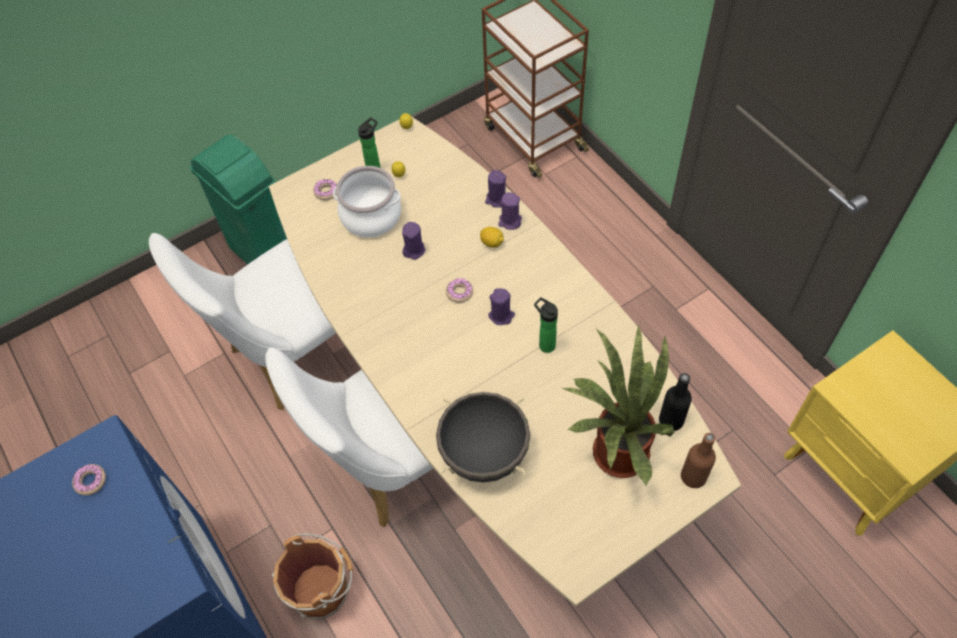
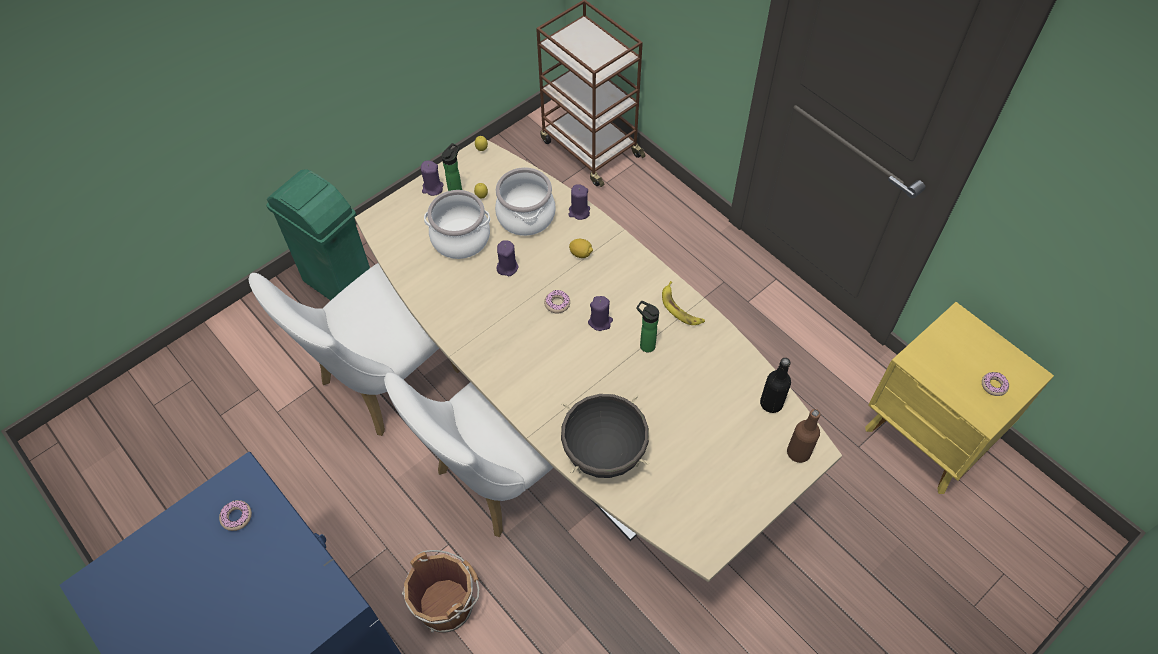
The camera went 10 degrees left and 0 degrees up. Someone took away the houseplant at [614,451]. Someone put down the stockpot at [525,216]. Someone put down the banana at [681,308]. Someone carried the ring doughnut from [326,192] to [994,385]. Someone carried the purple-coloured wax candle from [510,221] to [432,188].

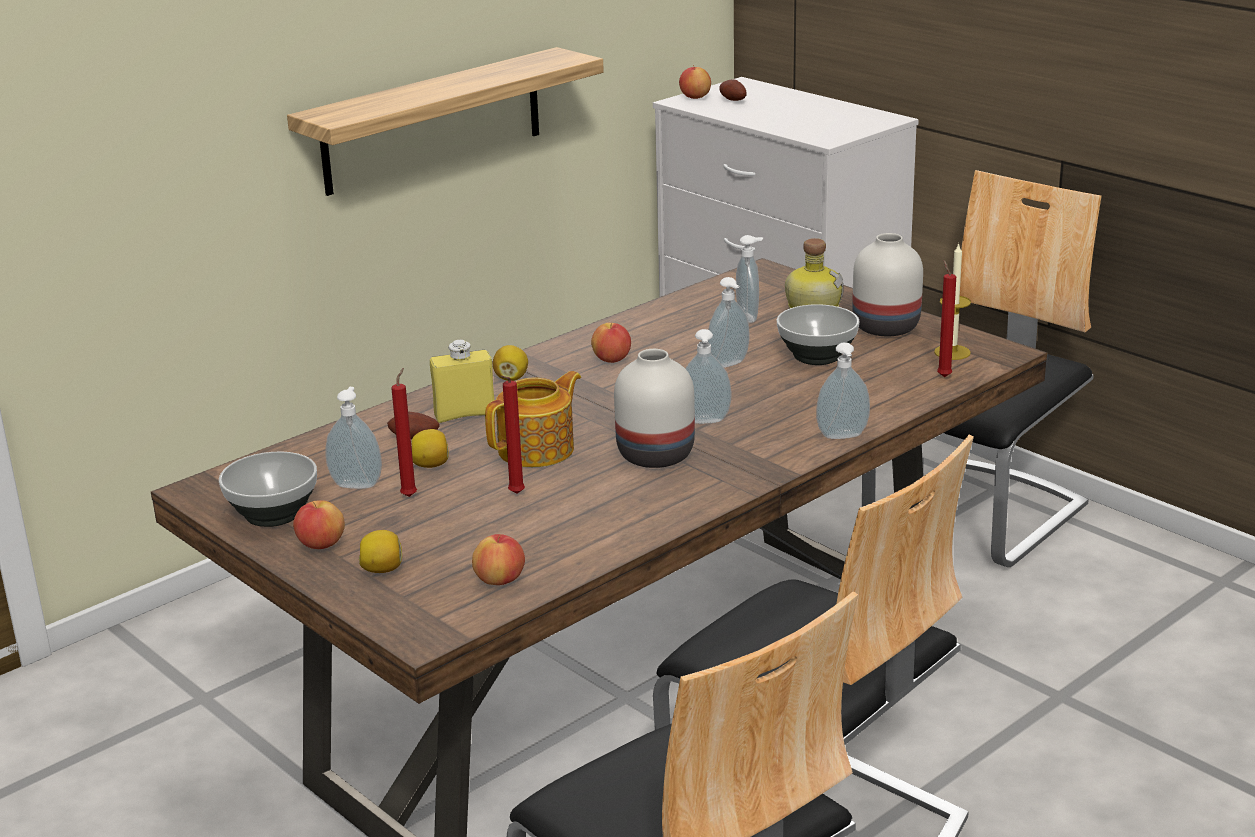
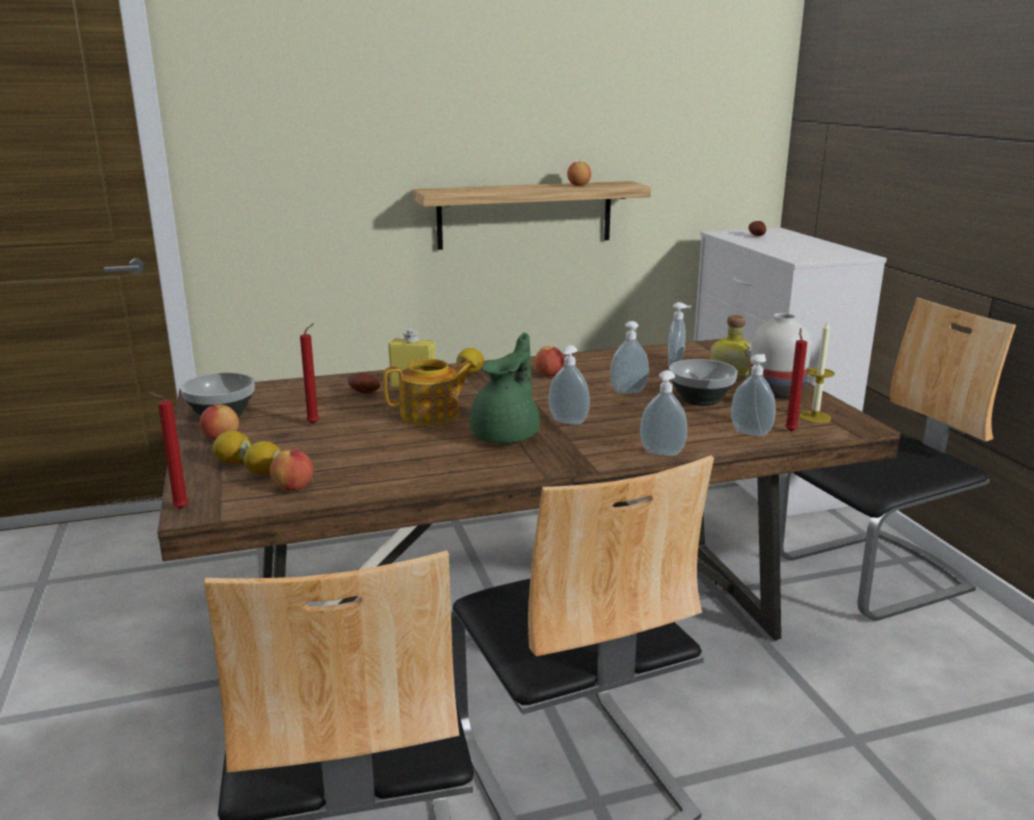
The camera went 25 degrees right and 5 degrees down. Someone carried the soap dispenser from [357,484] to [751,432]. Someone carried the whole lemon from [431,465] to [264,473]. Someone carried the red-coloured wax candle from [515,495] to [178,509]. Someone carried the apple from [695,97] to [578,185]. Someone swapped the white decorative vase at [657,454] for the green tea pot at [507,435].

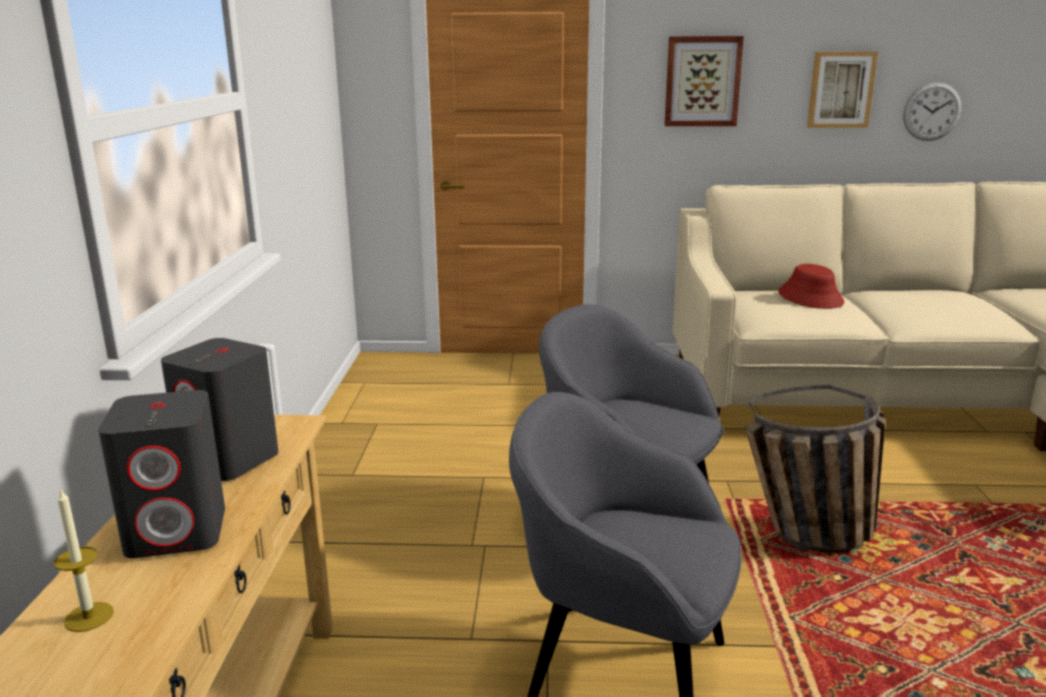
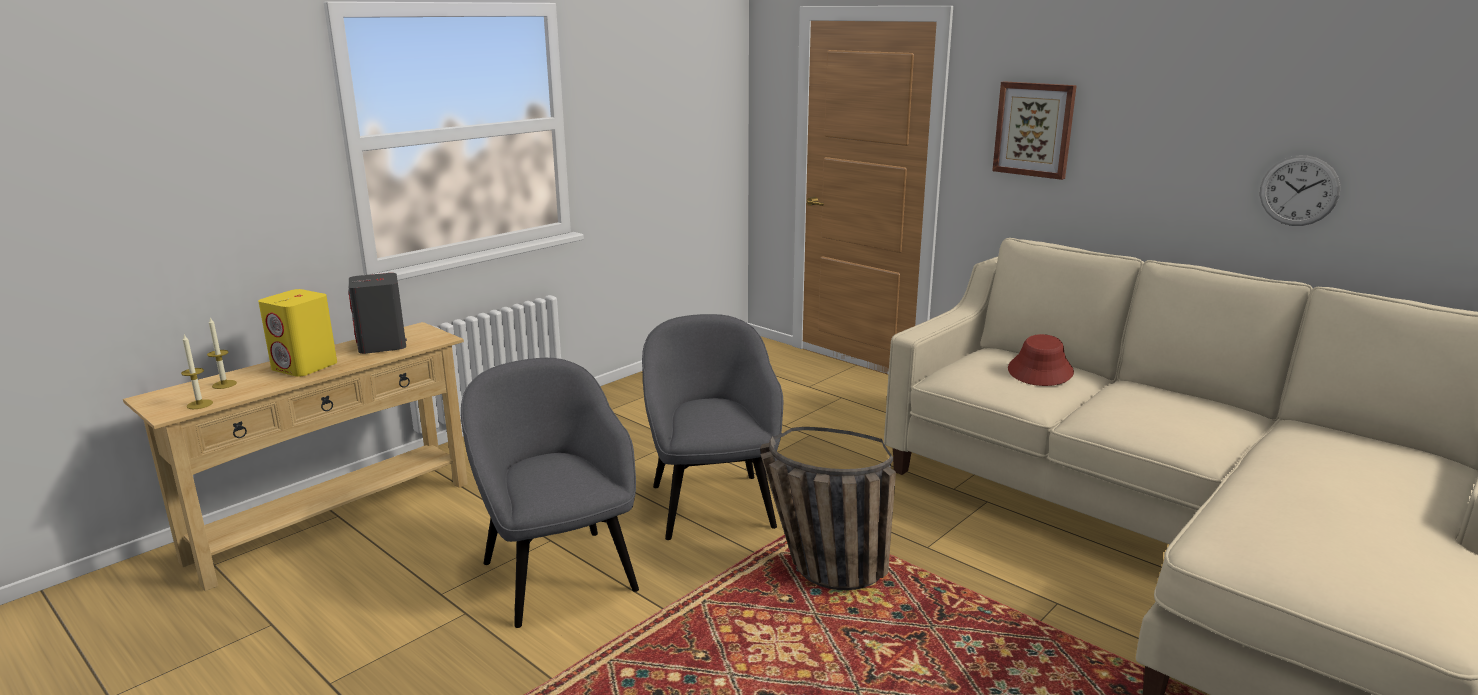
The camera went 40 degrees right and 0 degrees up. Someone took away the picture at [841,90]. Someone put down the wax candle at [199,404]. Someone repainted the gray loudspeaker at [178,531], which became the yellowish loudspeaker at [305,367].

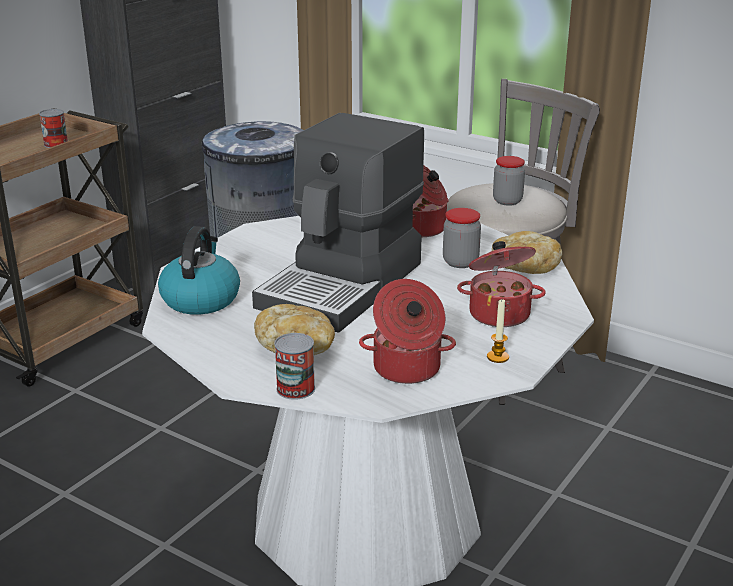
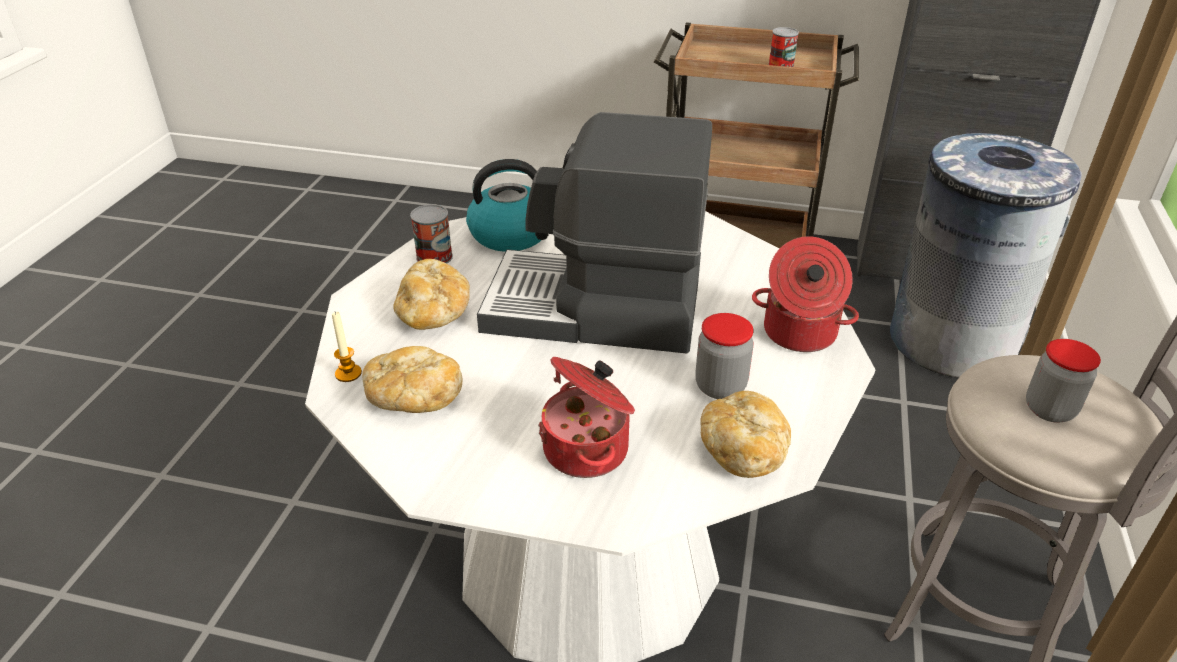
The camera went 70 degrees right and 10 degrees up. Someone carried the can from [295,389] to [434,257]. Someone carried the wax candle from [498,357] to [348,373]. Someone swapped the stockpot at [406,369] for the baked bread at [413,398].

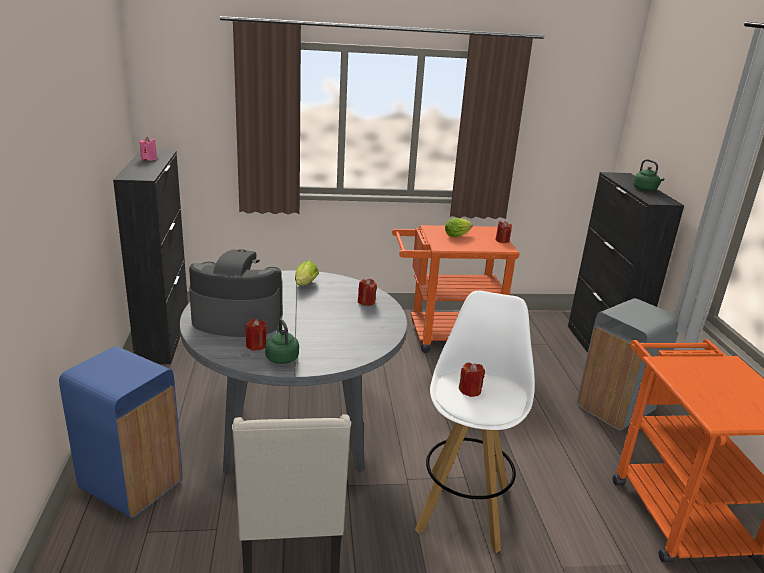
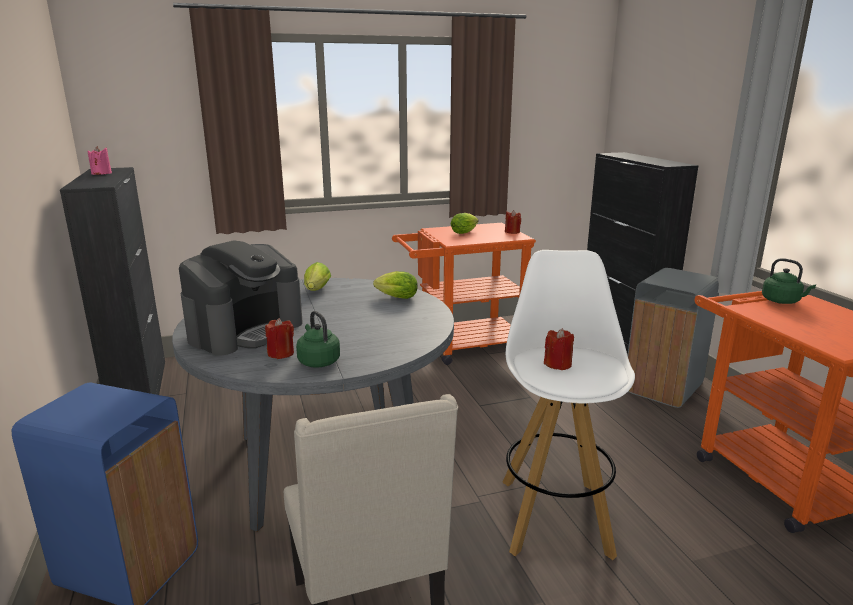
The camera went 10 degrees left and 5 degrees down. Someone carried the green tea kettle from [645,189] to [782,301]. Someone swapped the red-coloured wax candle at [366,301] for the head of lettuce at [395,297]. Someone rotated the coffee maker at [237,319] by 135 degrees clockwise.

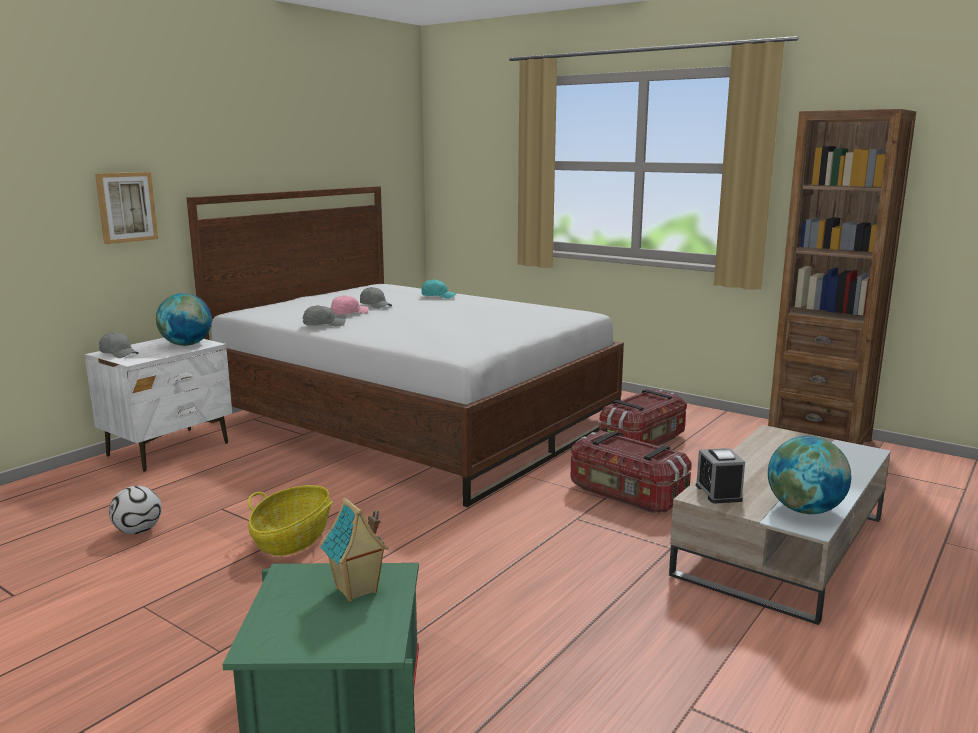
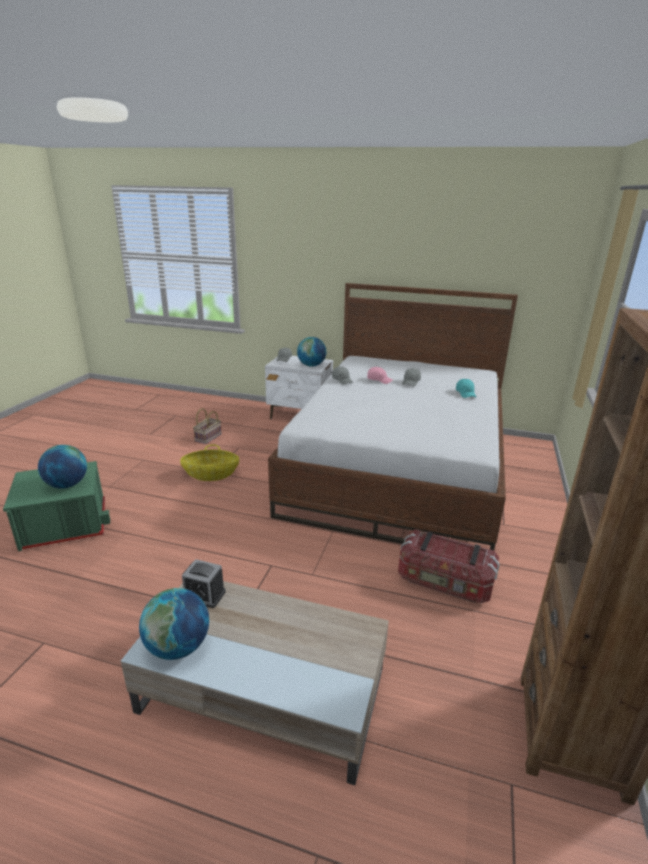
The camera went 70 degrees right and 10 degrees up. Someone took away the picture at [126,207]. Someone took away the storage bin at [626,495]. Someone swapped the football at [138,531] for the household basket at [208,438]. Someone swapped the toy house at [356,591] for the globe at [67,485]. Someone rotated the alarm clock at [718,493] by 135 degrees counterclockwise.

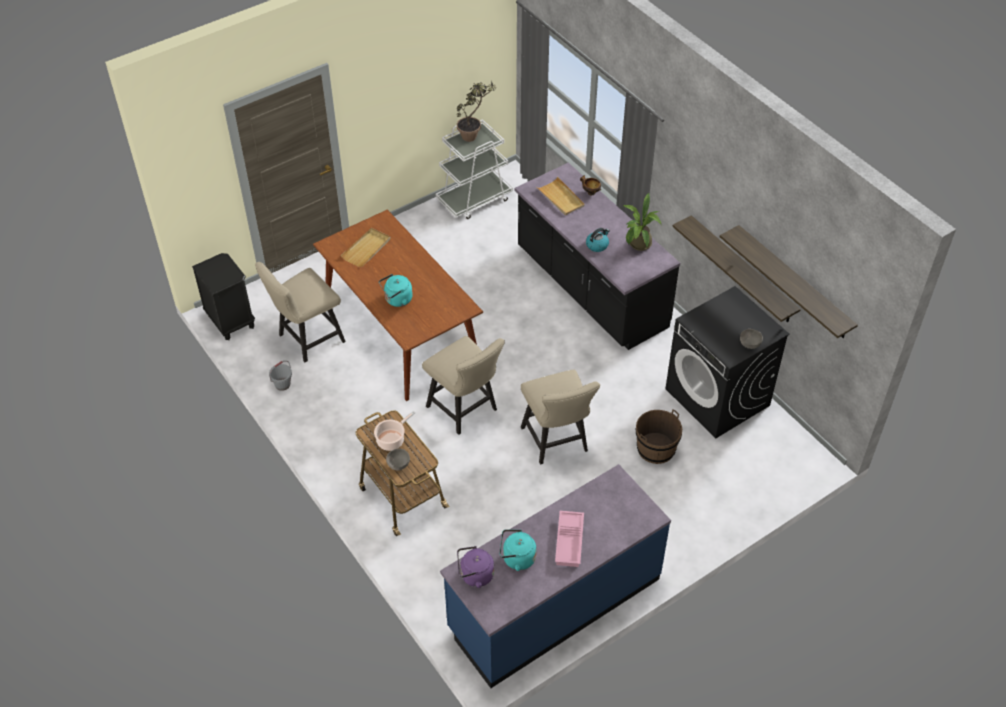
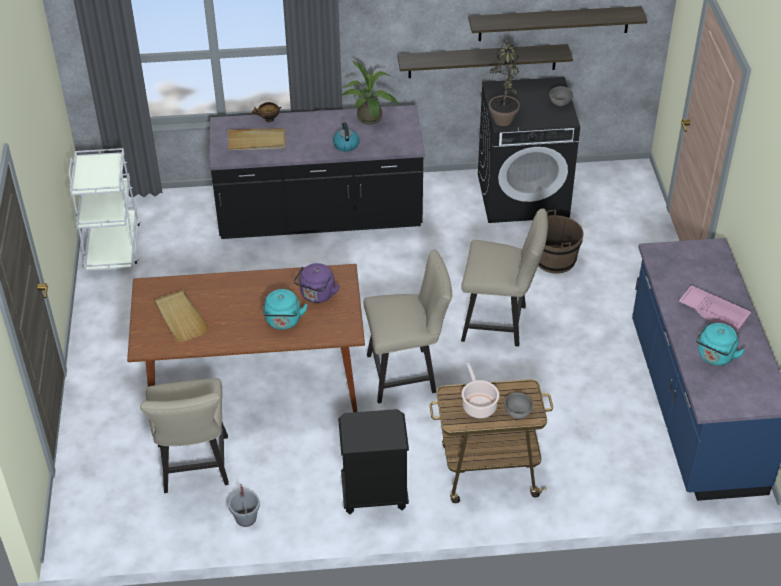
The camera went 60 degrees left and 5 degrees down. Someone carried the black-coloured night table from [230,321] to [374,495]. Someone carried the houseplant from [474,135] to [503,116]. Someone carried the purple-coloured tea kettle from [475,576] to [317,295].

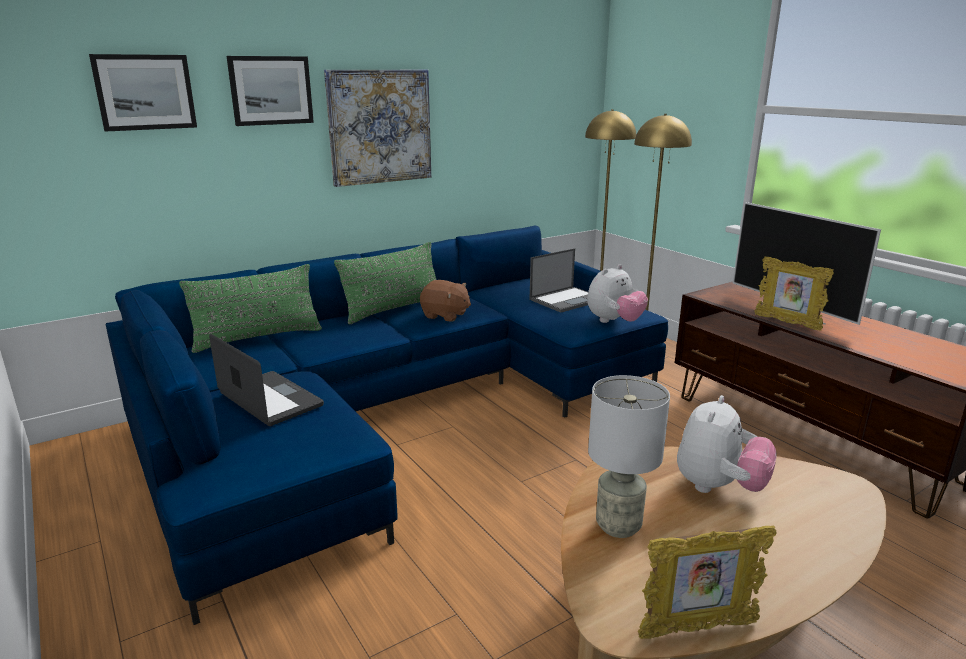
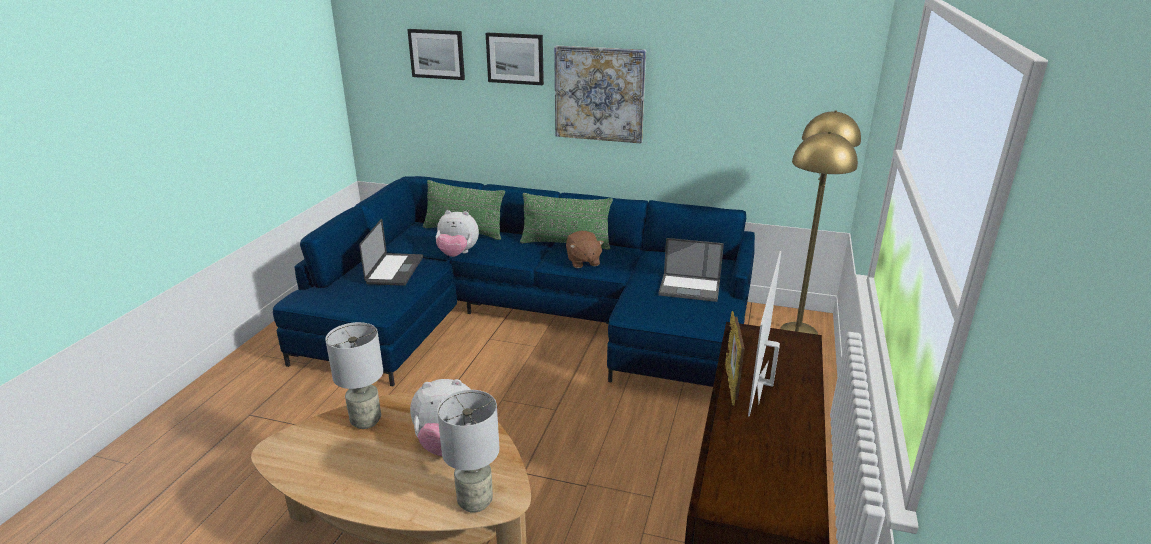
The camera went 50 degrees right and 5 degrees up. Someone took away the photo frame at [697,629]. Someone put down the gray table lamp at [475,501]. Someone carried the cuddly toy from [614,322] to [457,254].

